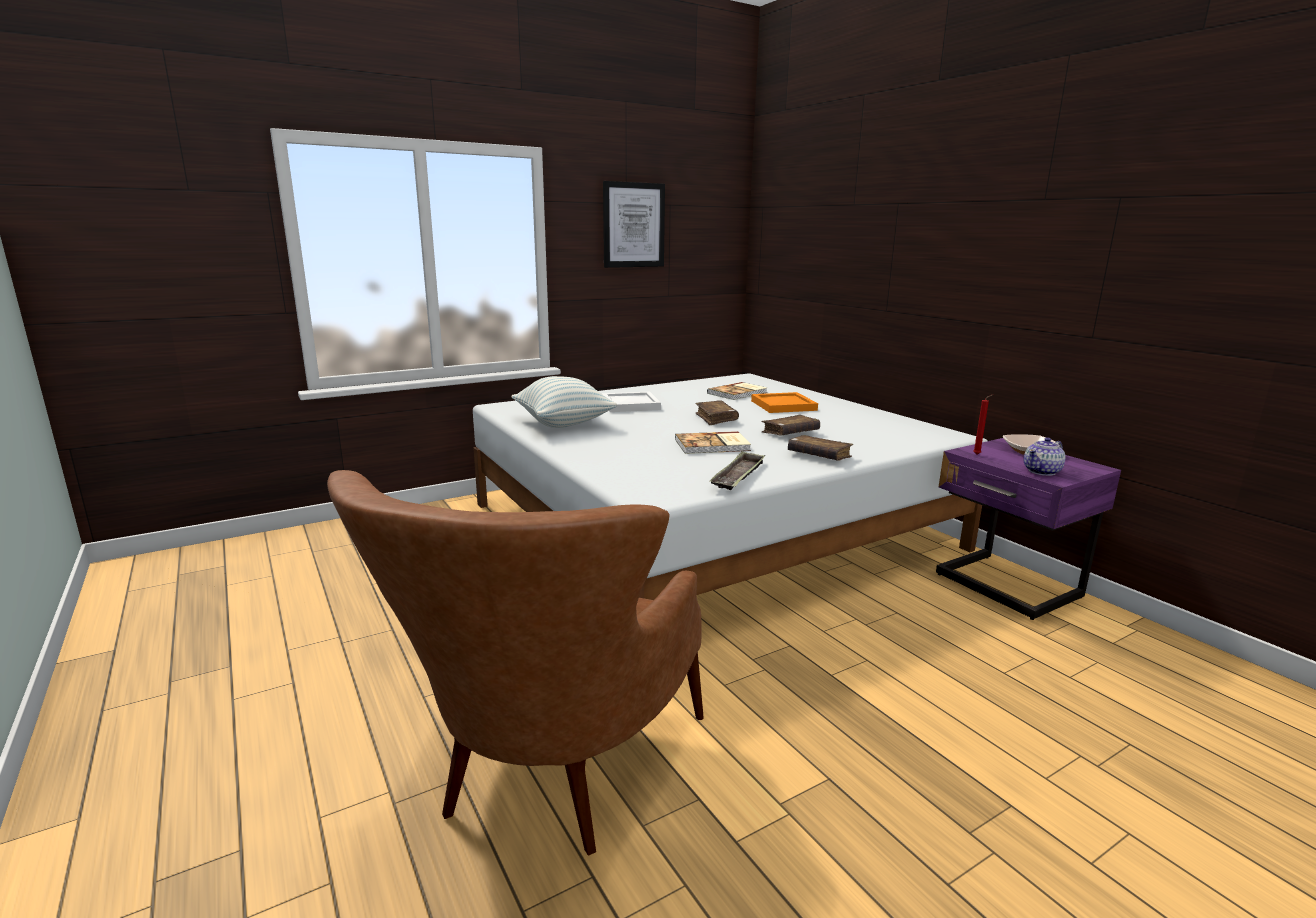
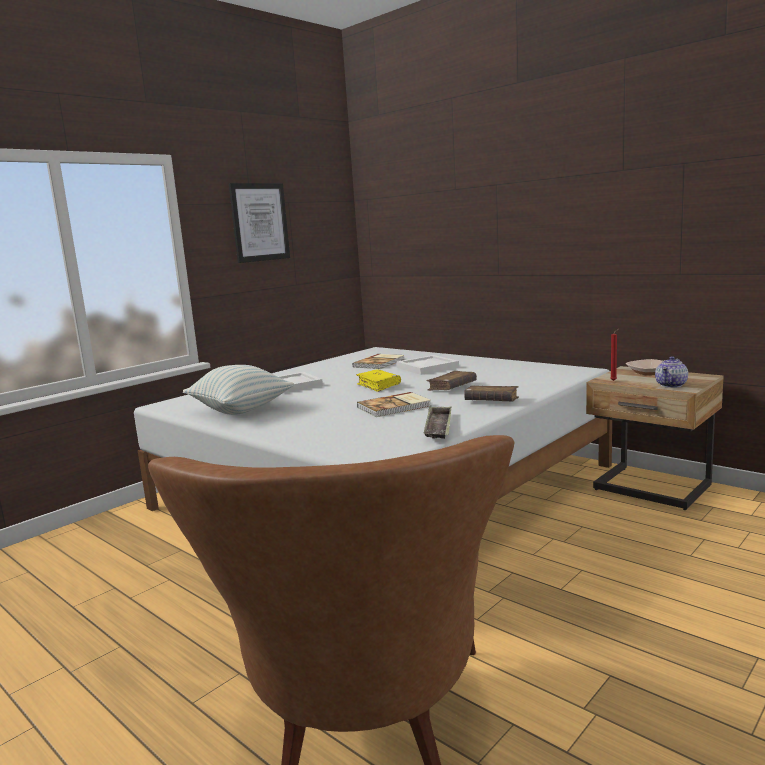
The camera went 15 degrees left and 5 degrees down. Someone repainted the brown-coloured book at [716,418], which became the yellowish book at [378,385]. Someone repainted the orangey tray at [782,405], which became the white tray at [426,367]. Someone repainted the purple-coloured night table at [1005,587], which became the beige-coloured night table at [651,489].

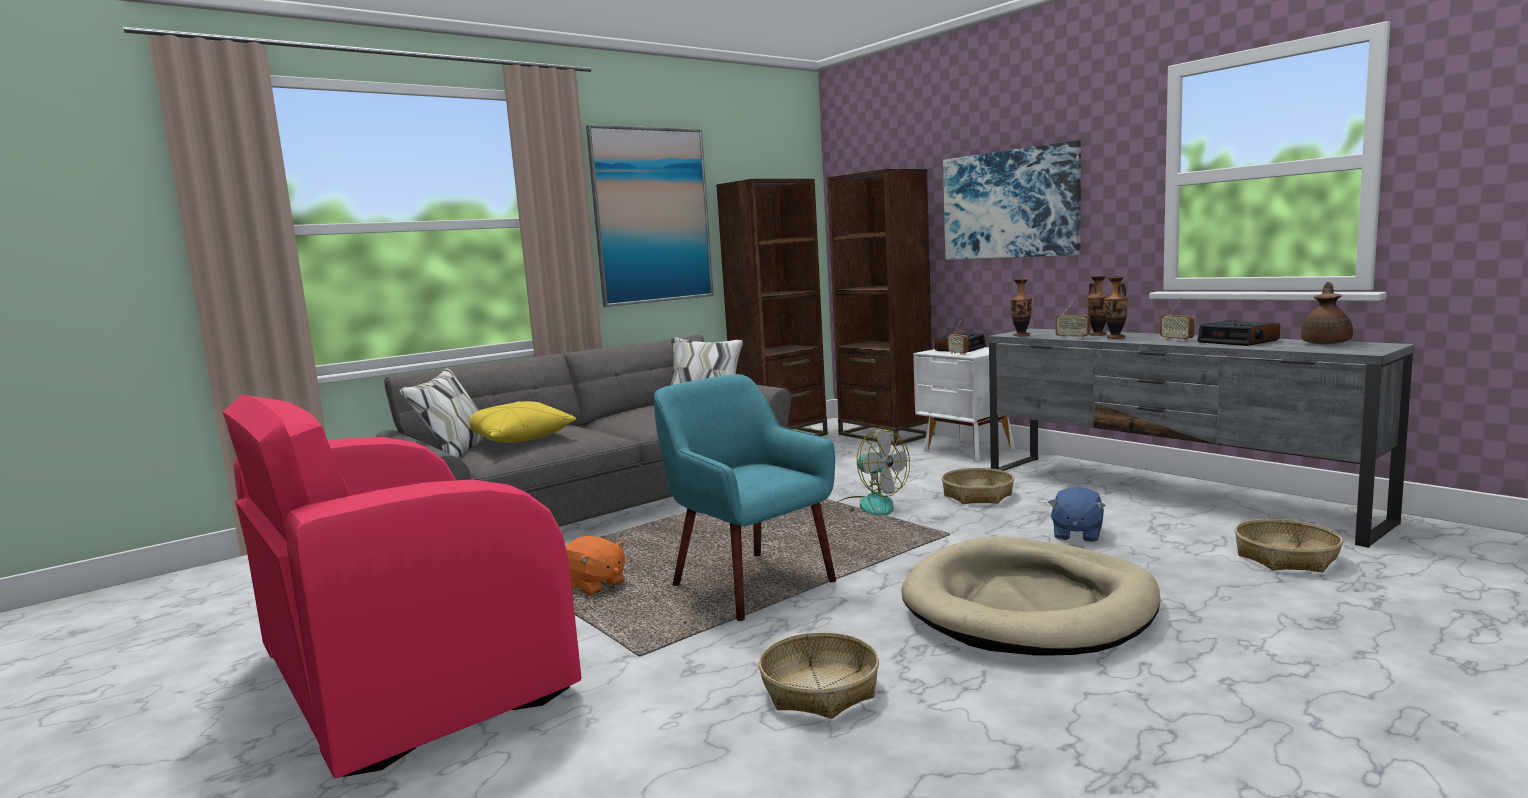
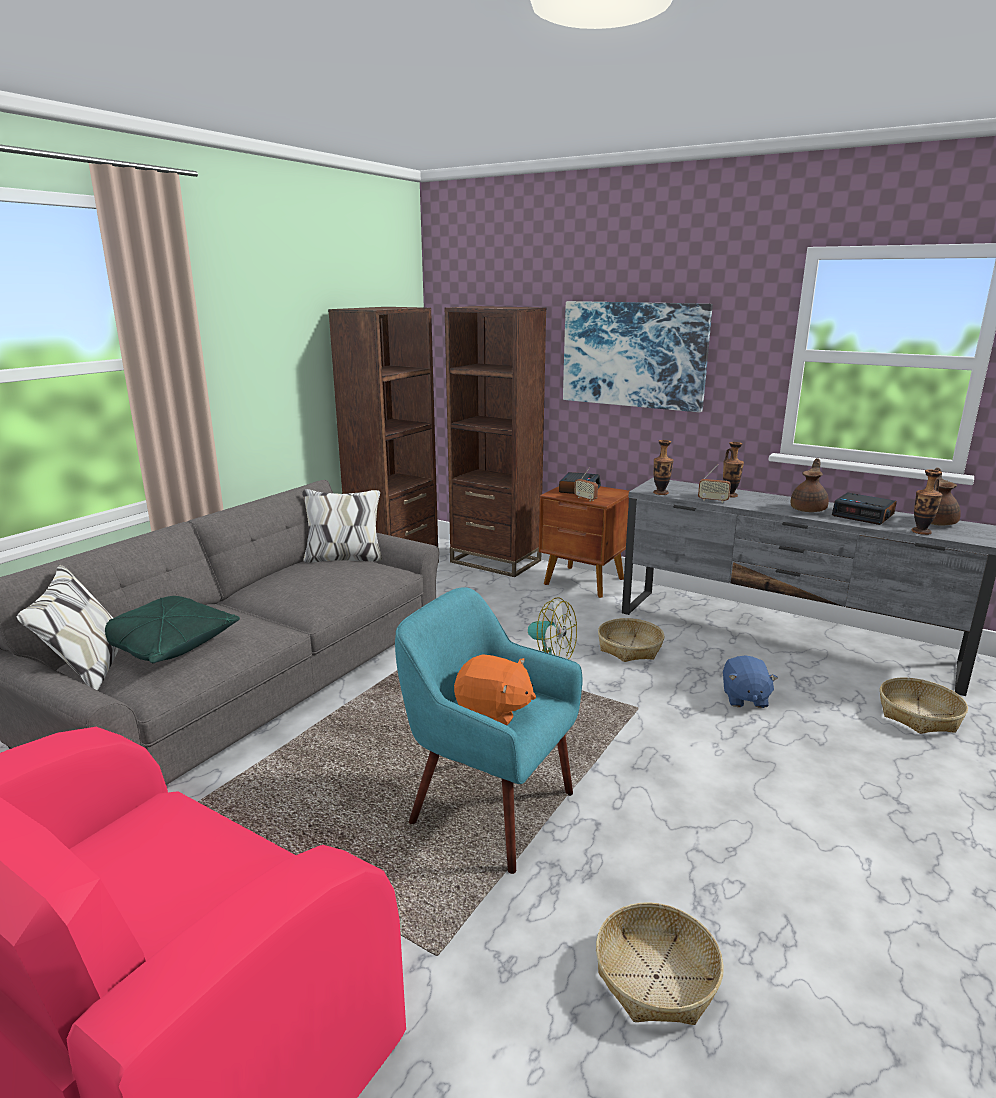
The camera went 20 degrees left and 10 degrees up. Someone took away the picture at [652,216]. Someone took away the beige-coloured dog bed at [1029,606]. Someone carried the orangey cuddly toy from [594,585] to [493,710]. Someone carried the decorative vase from [1115,337] to [921,532]. Someone swapped the radio at [1176,340] for the brown-coloured tea pot at [808,509]. Someone repainted the yellowish pillow at [516,438], which became the green pillow at [166,645]. Someone repainted the white night table at [968,450], which became the brown-coloured night table at [584,582].

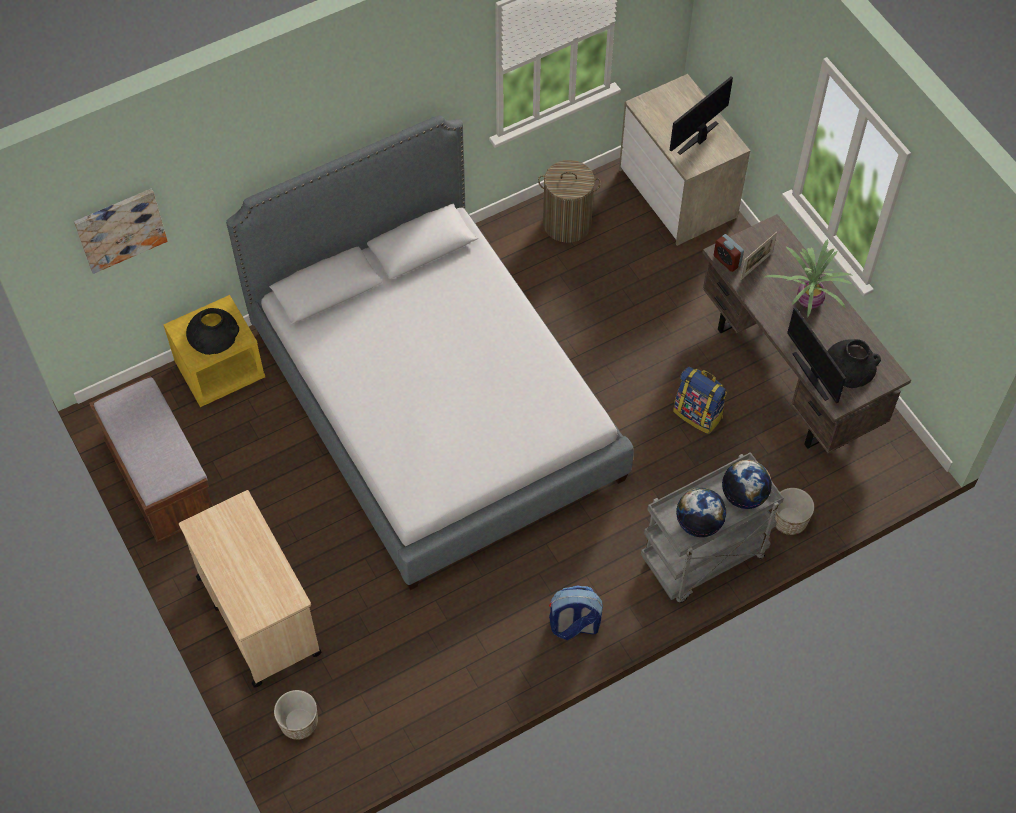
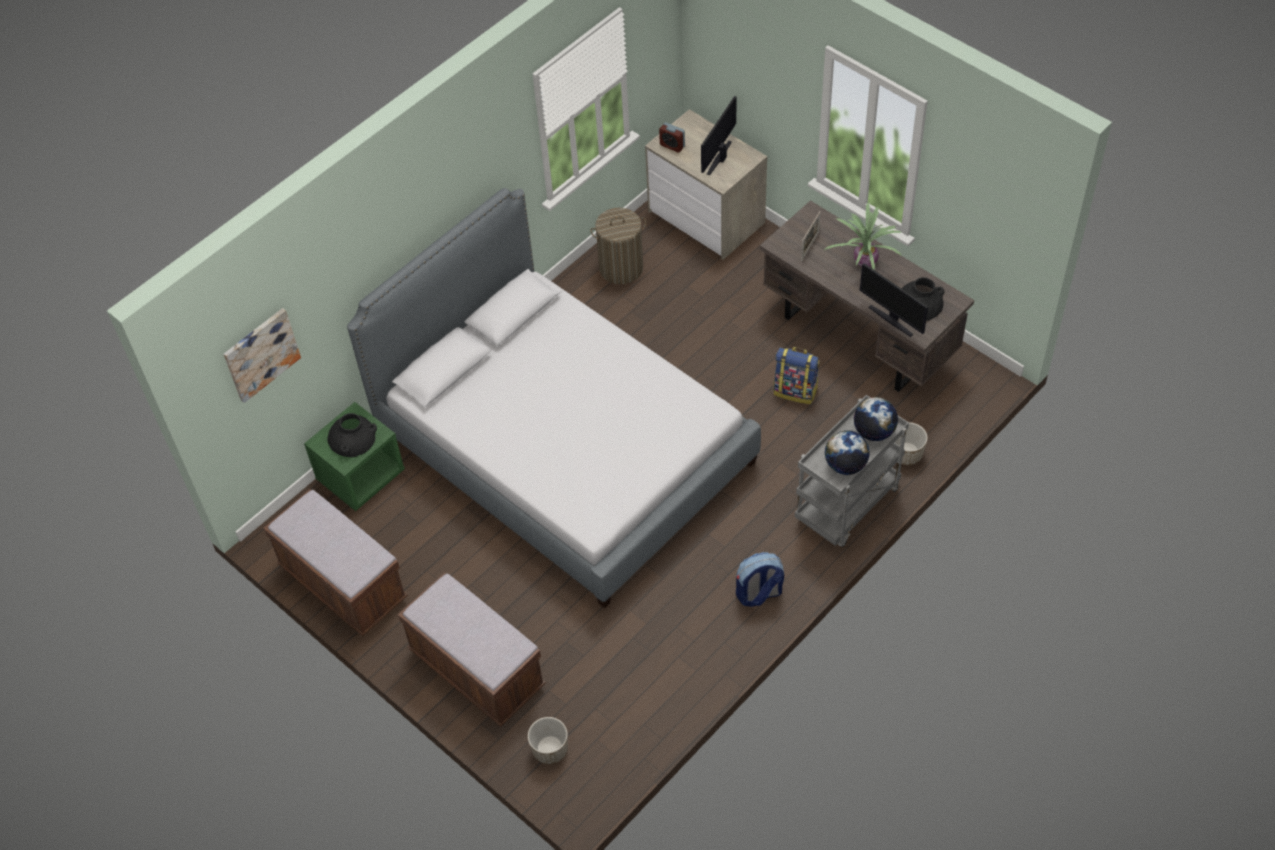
The camera went 15 degrees left and 5 degrees down. Someone carried the alarm clock from [727,261] to [672,145]. Someone swapped the beige-coloured trolley at [258,614] for the brown-coloured indoor bench at [477,670]. Someone repainted the yellowish night table at [220,371], which became the green night table at [361,476].

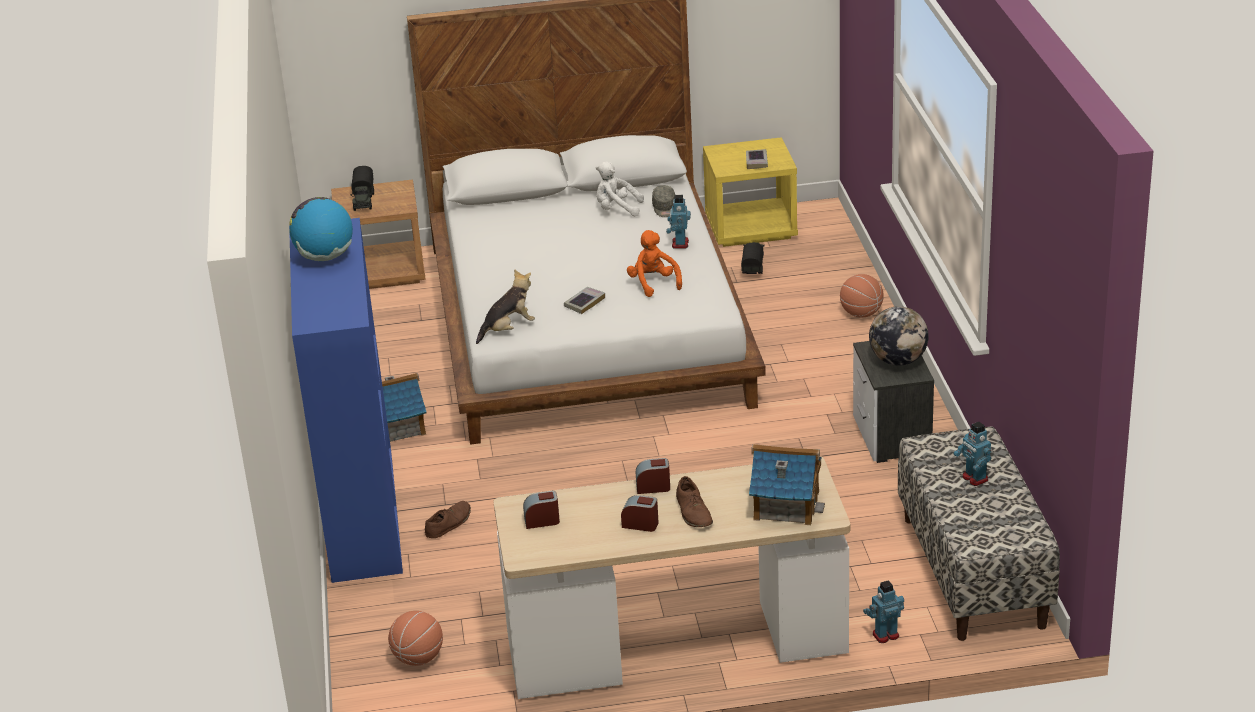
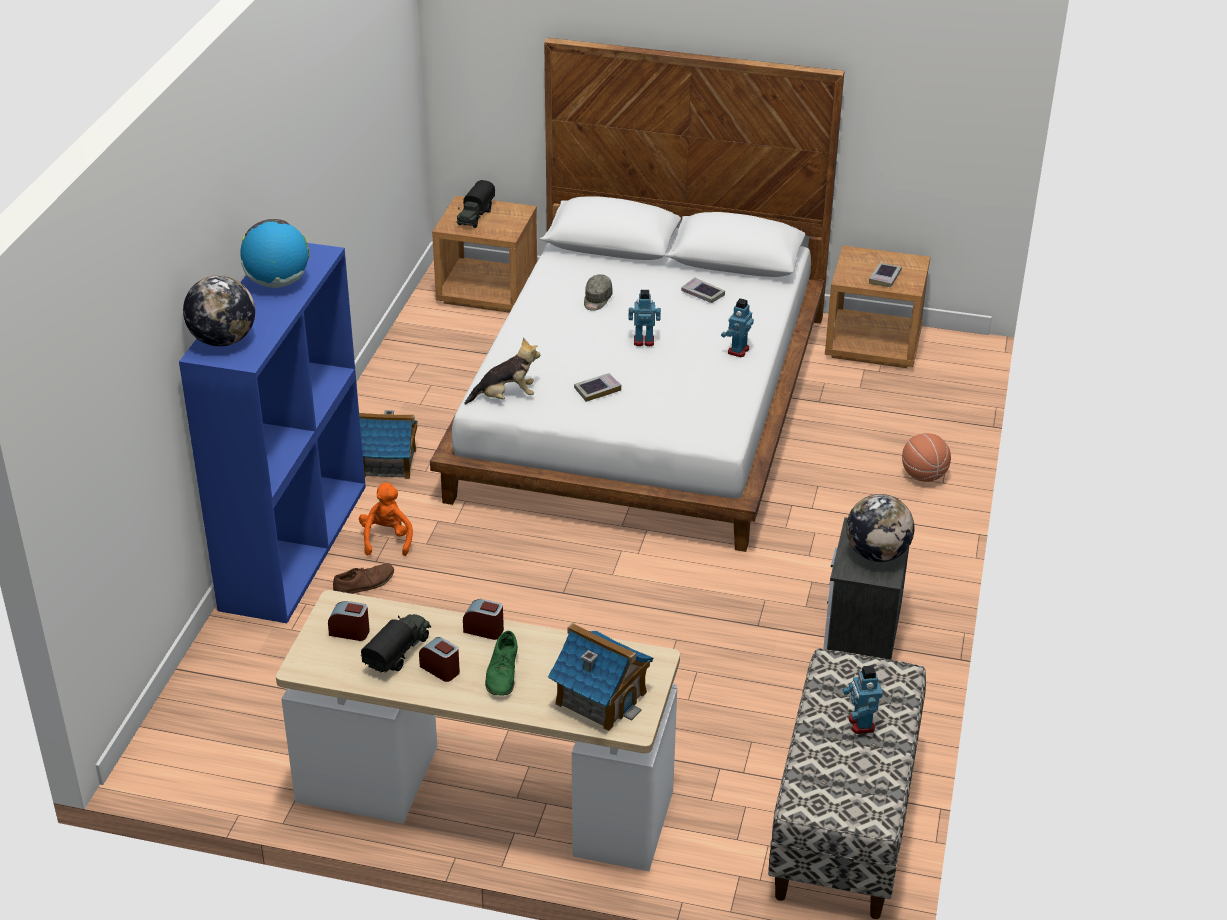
The camera went 20 degrees right and 5 degrees up. Someone took away the basketball ball at [418,658]. Someone put down the globe at [223,340]. Someone carried the orangey cuddly toy from [653,283] to [387,539]. Someone carried the gray baseball cap from [664,208] to [597,300]. Someone carried the model truck from [753,266] to [399,653]. Someone carried the toy robot from [885,635] to [643,341]. Someone swapped the white cuddly toy at [617,209] for the book at [702,294]. Someone repainted the brown-coloured shoe at [693,512], which became the green shoe at [503,673]. Someone repainted the yellowish night table at [751,228], which became the brown-coloured night table at [873,345].

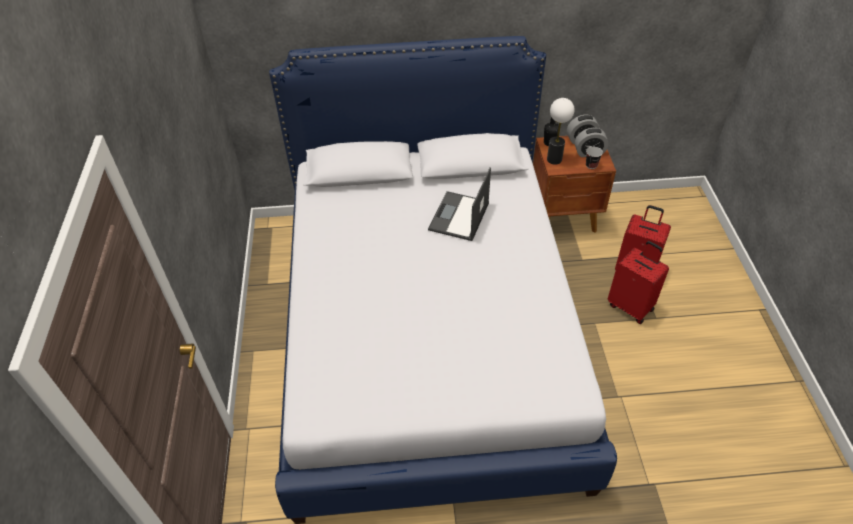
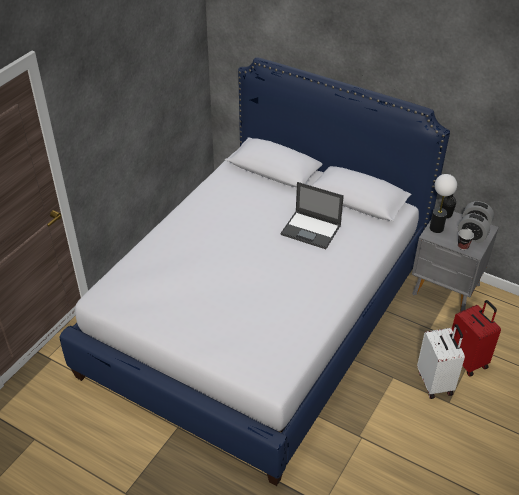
The camera went 35 degrees right and 5 degrees down. Someone repainted the brown-coloured night table at [564,217], which became the gray night table at [446,290]. Someone repainted the red-coloured piece of luggage at [631,306], which became the white piece of luggage at [435,382]. Someone rotated the portable computer at [459,217] by 120 degrees counterclockwise.

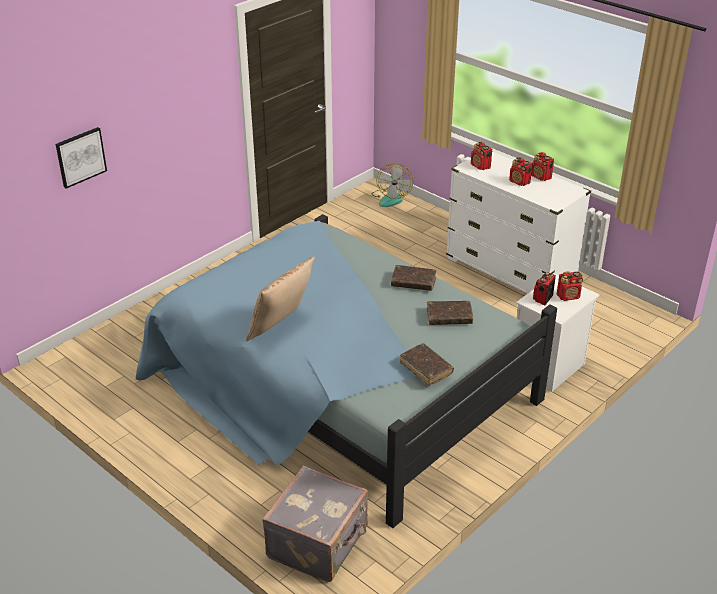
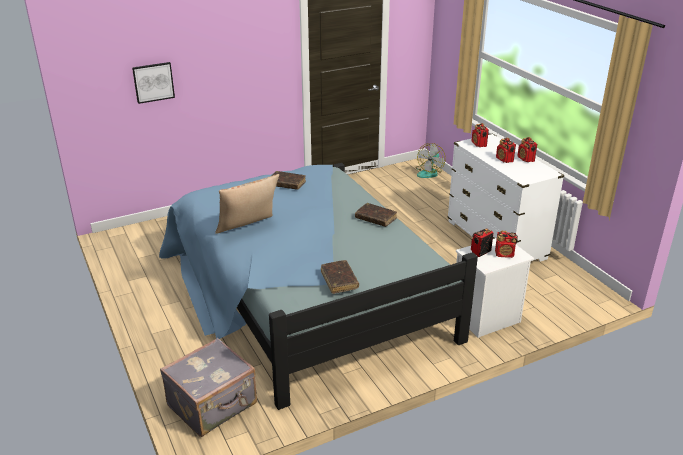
The camera went 20 degrees right and 5 degrees down. Someone carried the brown-coloured book from [449,317] to [287,184].

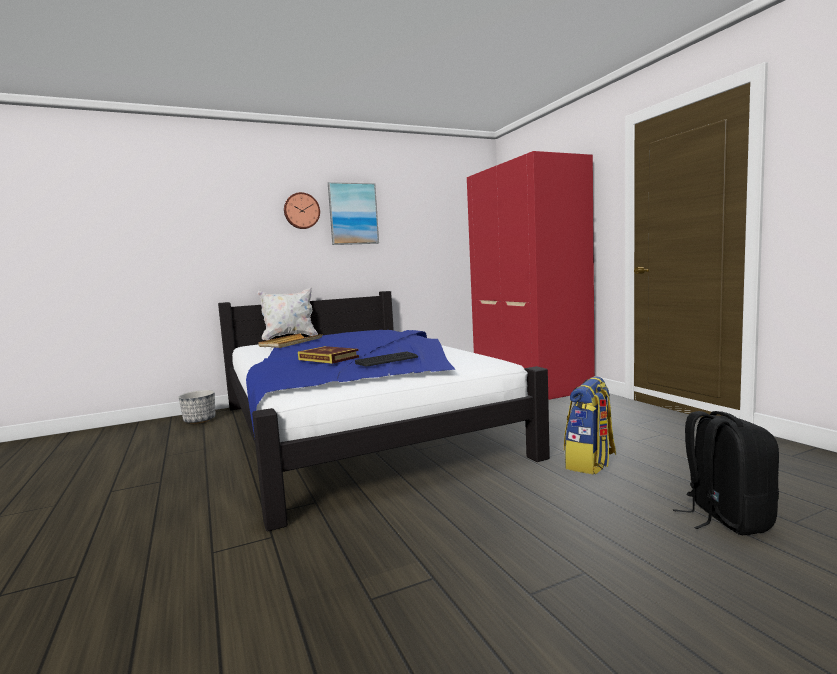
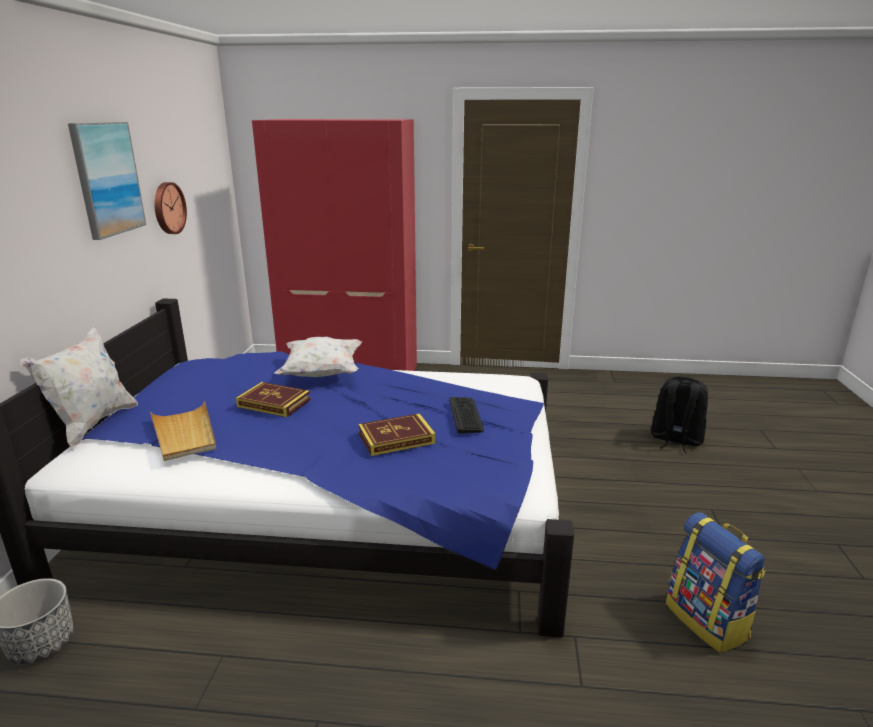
The camera went 60 degrees left and 15 degrees up. Someone put down the book at [274,403]. Someone put down the white pillow at [322,374]. Someone carried the hanging clock from [301,211] to [168,208]. Someone carried the knapsack from [590,463] to [708,621].

